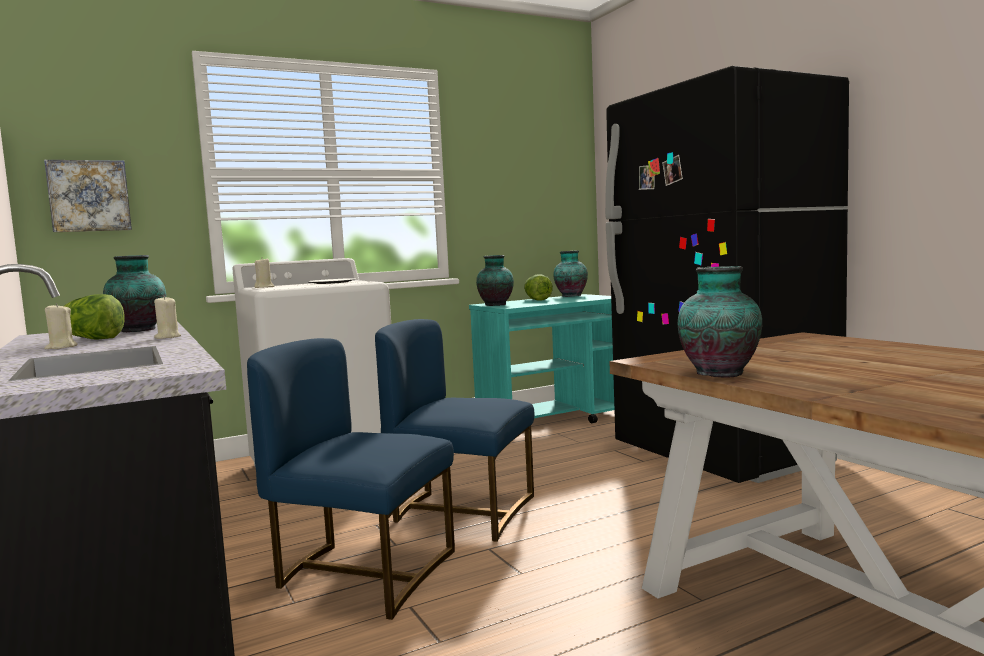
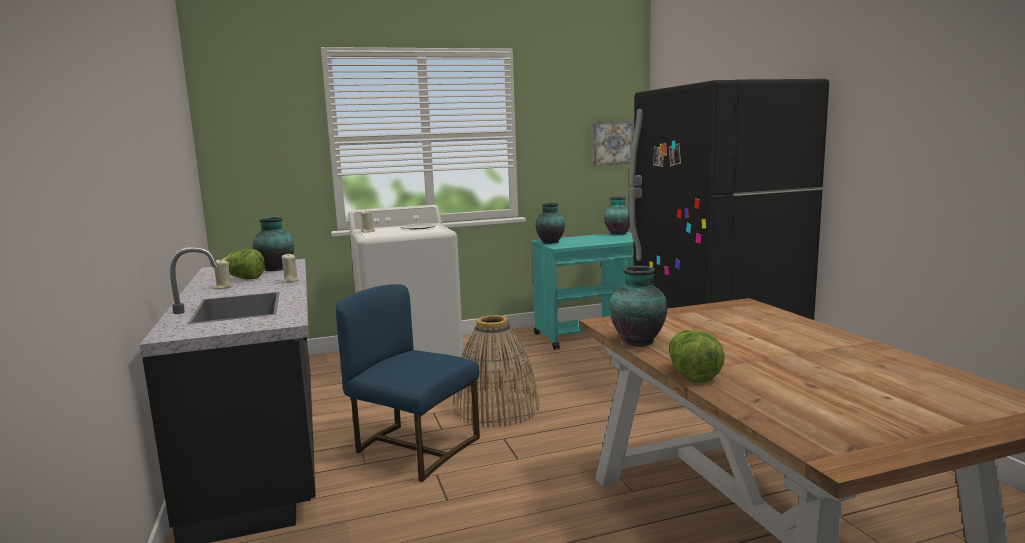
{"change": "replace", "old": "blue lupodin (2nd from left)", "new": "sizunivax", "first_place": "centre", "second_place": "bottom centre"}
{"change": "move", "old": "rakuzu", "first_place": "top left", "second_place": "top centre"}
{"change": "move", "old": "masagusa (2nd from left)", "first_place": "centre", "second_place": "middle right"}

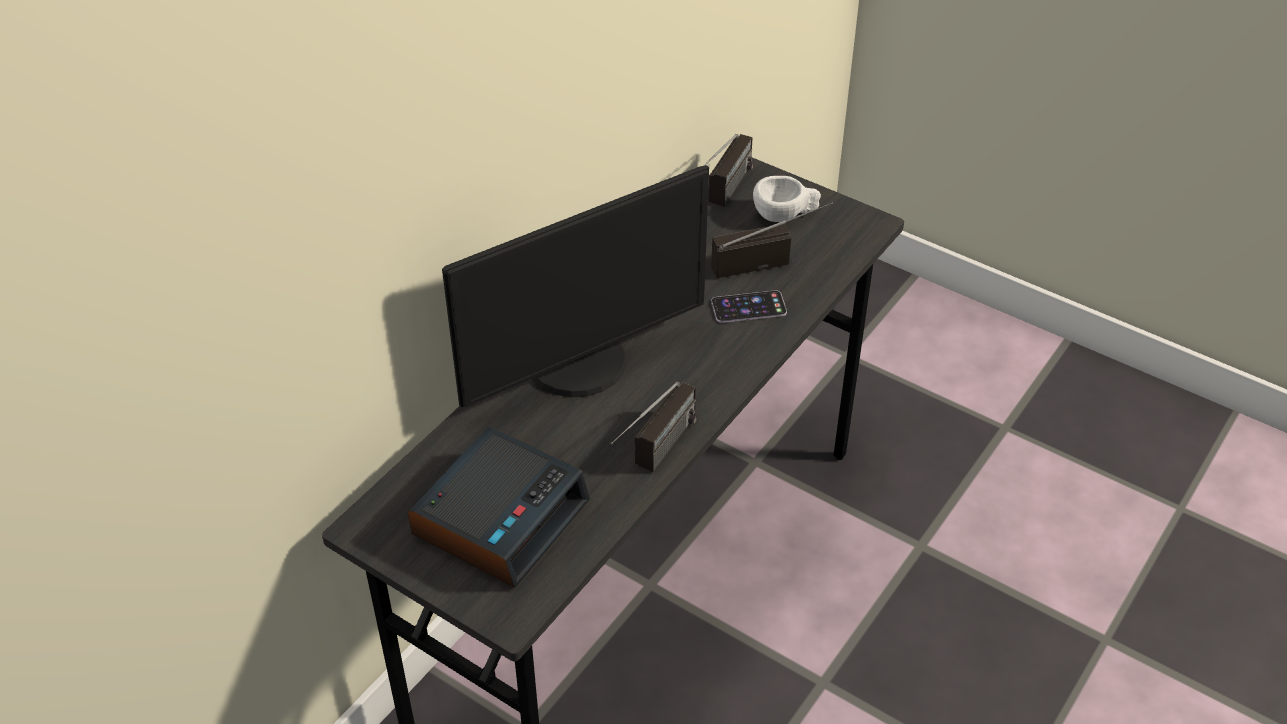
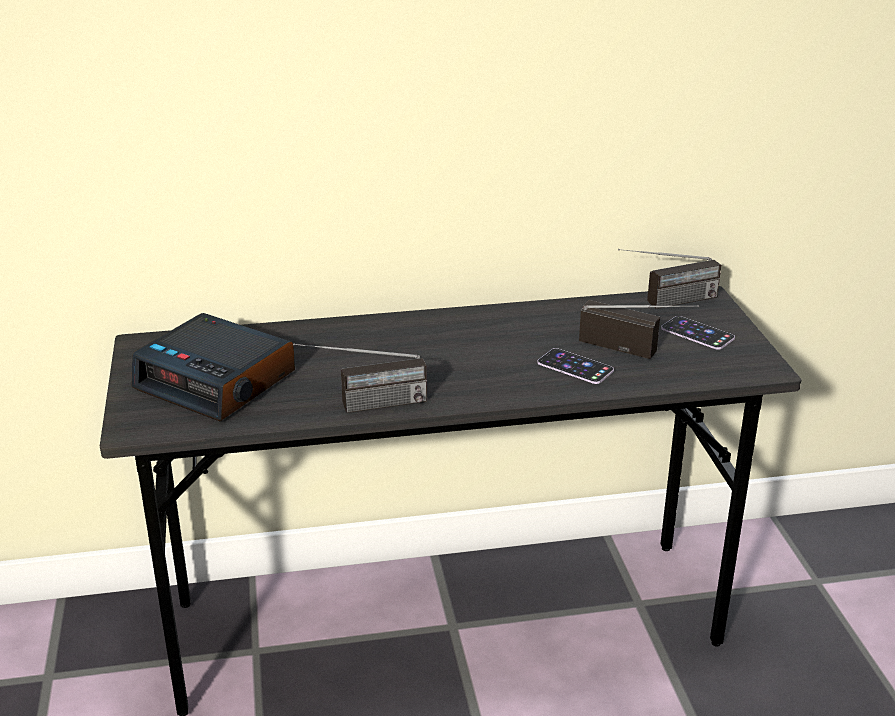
{"change": "rotate", "old": "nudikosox", "first_place": "bottom centre", "second_place": "middle left", "degrees": 45}
{"change": "replace", "old": "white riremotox", "new": "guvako (2nd from left)", "first_place": "top centre", "second_place": "middle right"}
{"change": "delete", "old": "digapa", "first_place": "centre"}

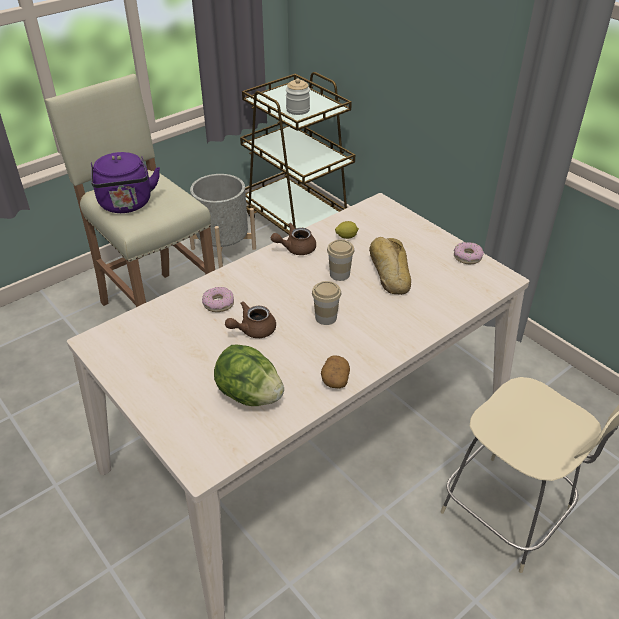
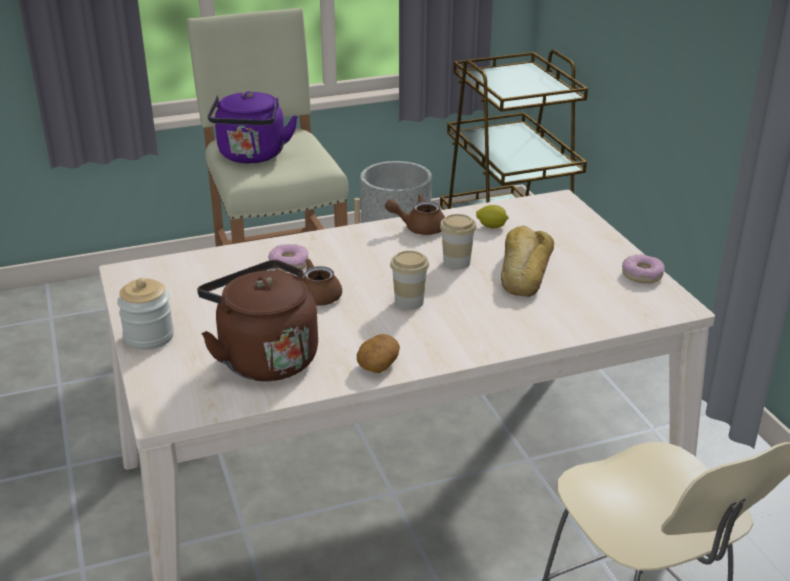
{"change": "move", "old": "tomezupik", "first_place": "top centre", "second_place": "middle left"}
{"change": "replace", "old": "masagusa", "new": "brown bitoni", "first_place": "centre", "second_place": "middle left"}

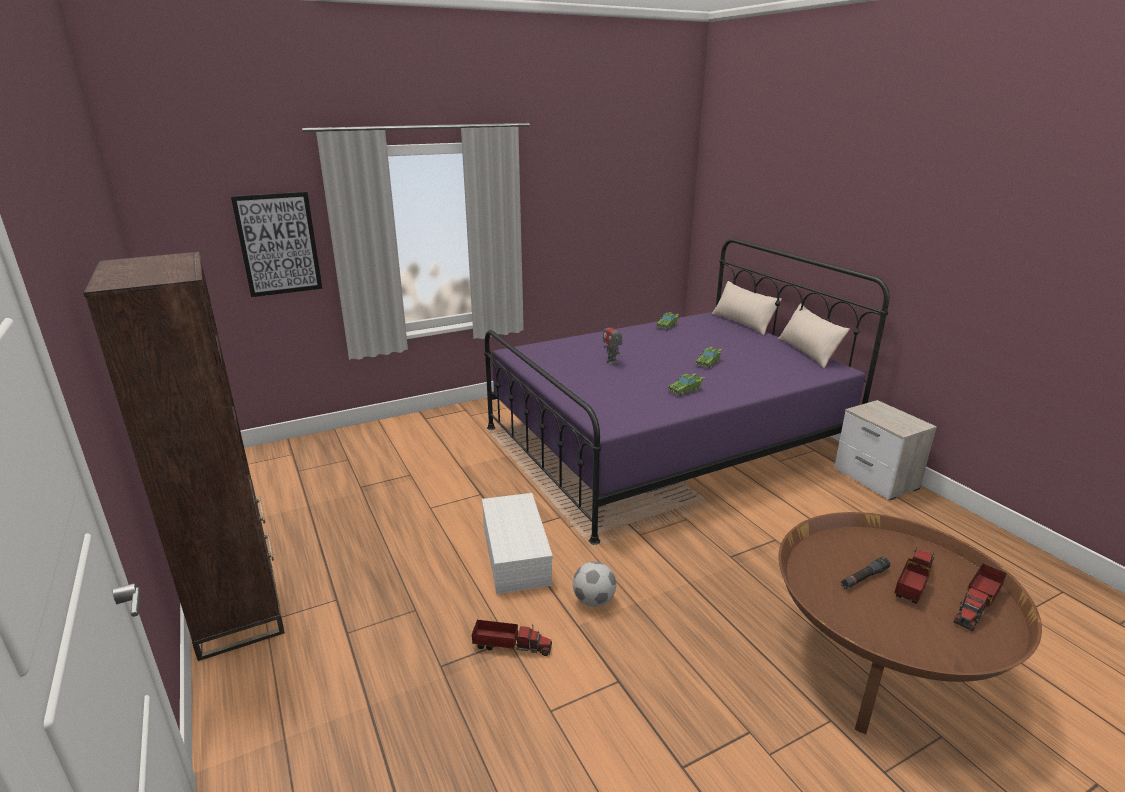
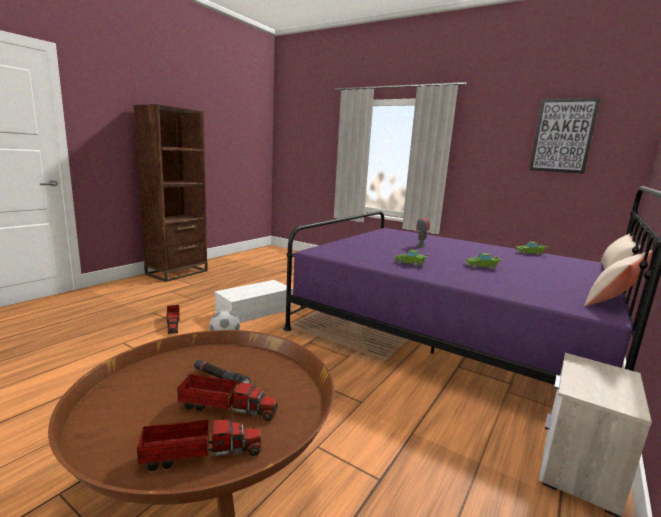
{"change": "rotate", "old": "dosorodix (3rd from left in the first image)", "first_place": "bottom right", "second_place": "bottom left", "degrees": 150}
{"change": "move", "old": "rakuzu", "first_place": "top left", "second_place": "top right"}

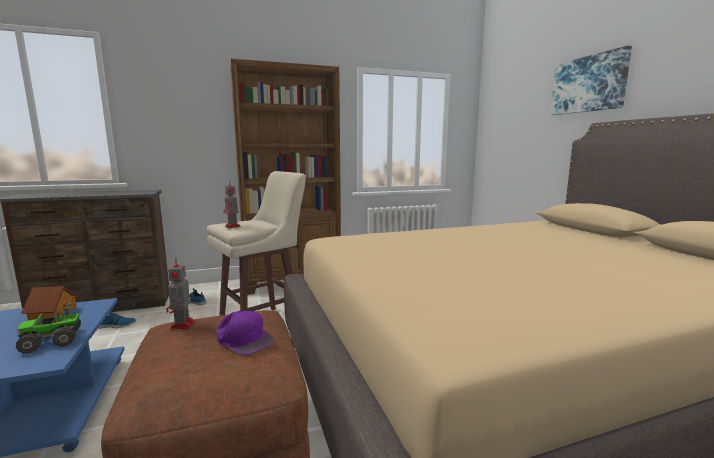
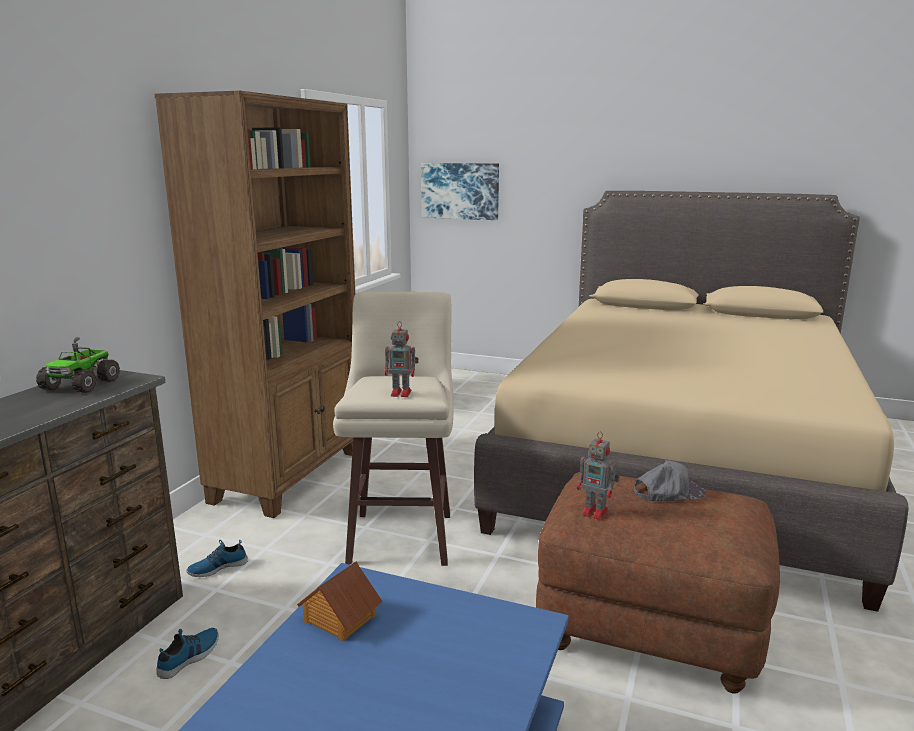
{"change": "move", "old": "dosorodix", "first_place": "bottom left", "second_place": "middle left"}
{"change": "move", "old": "rakuzu", "first_place": "top right", "second_place": "top centre"}
{"change": "recolor", "old": "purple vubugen", "new": "grey vubugen", "first_place": "bottom centre", "second_place": "middle right"}

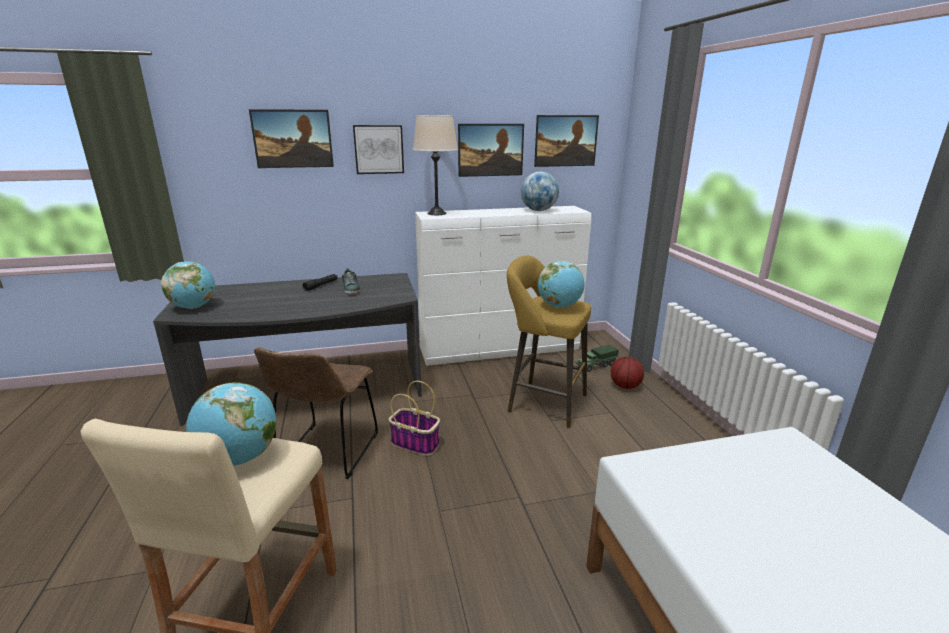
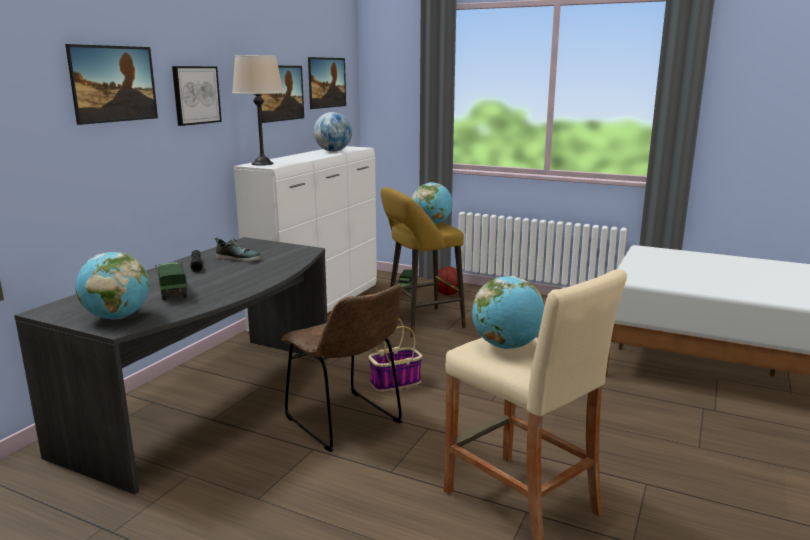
{"change": "insert", "new": "dosorodix (1st from left)", "second_place": "middle left"}

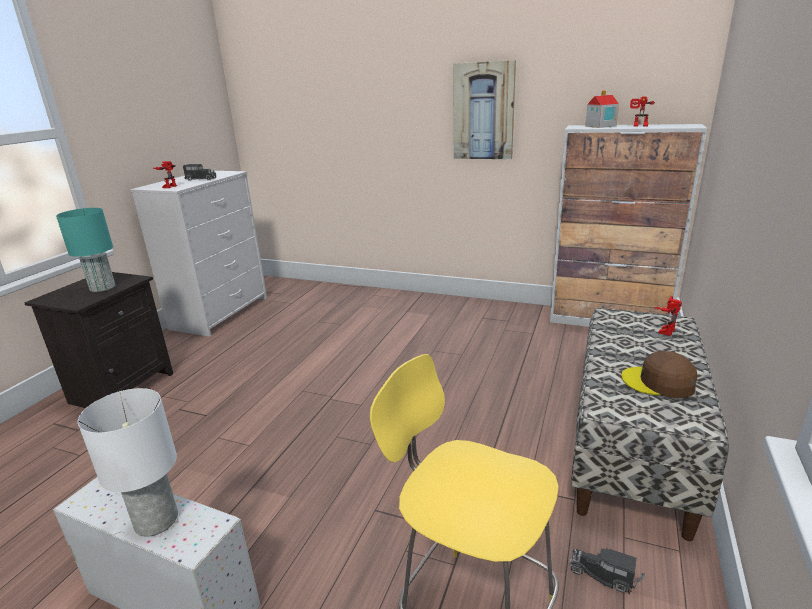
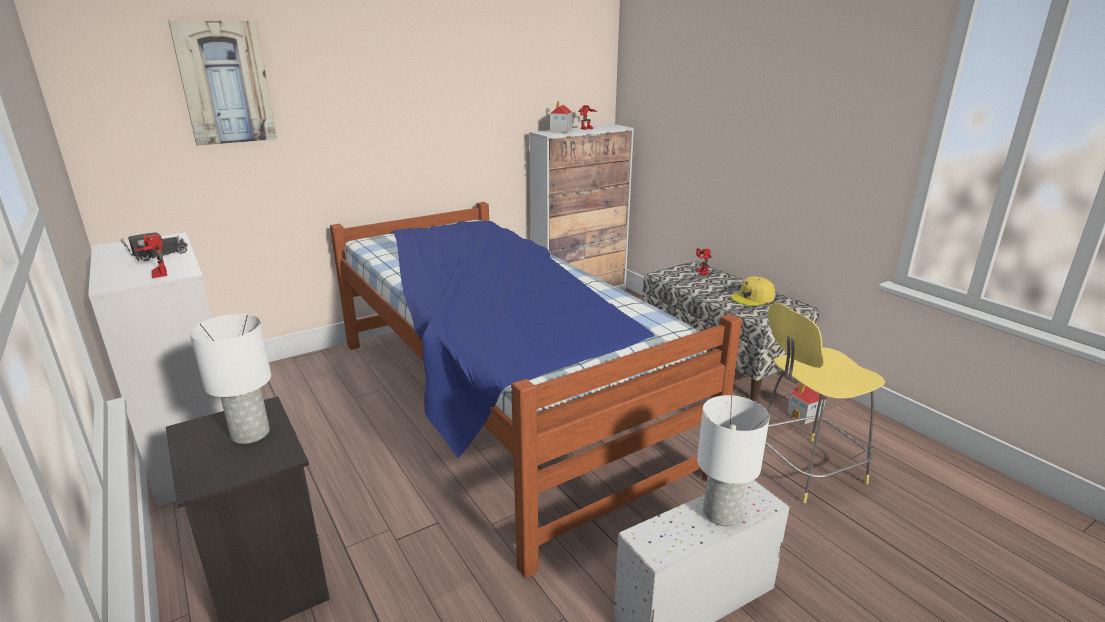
{"change": "move", "old": "rakuzu", "first_place": "top centre", "second_place": "top left"}
{"change": "recolor", "old": "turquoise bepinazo", "new": "white bepinazo (1st from left)", "first_place": "middle left", "second_place": "middle left"}
{"change": "insert", "new": "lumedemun", "second_place": "centre"}
{"change": "recolor", "old": "brown vubugen", "new": "yellow vubugen", "first_place": "middle right", "second_place": "middle right"}
{"change": "replace", "old": "dosorodix (2nd from left)", "new": "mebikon (2nd from left)", "first_place": "bottom right", "second_place": "middle right"}

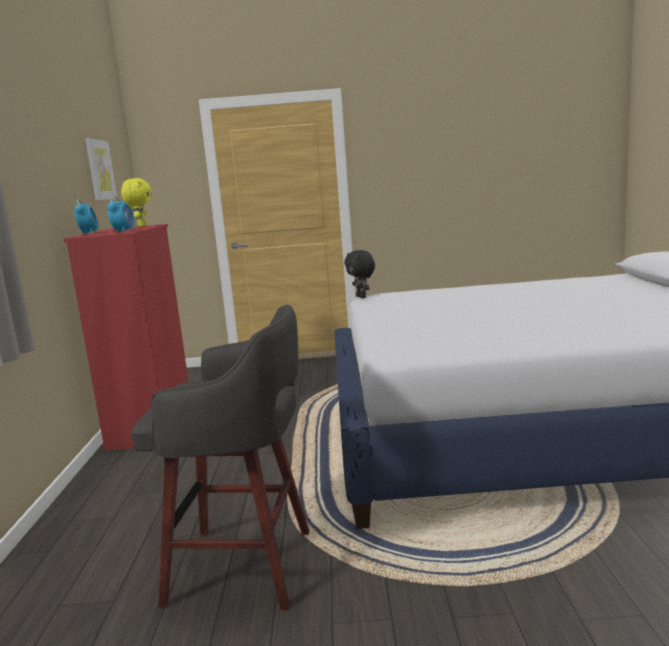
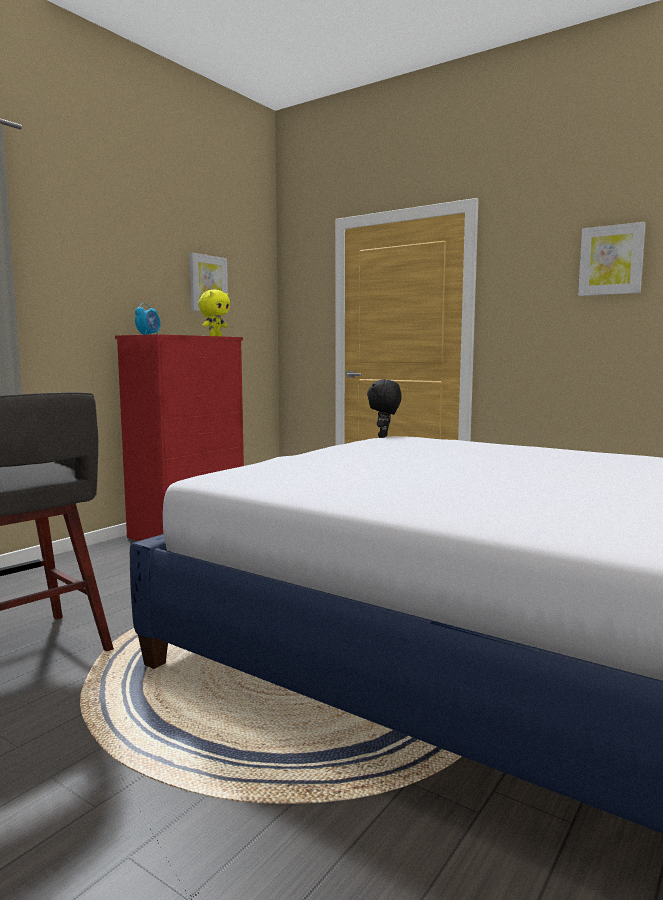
{"change": "insert", "new": "rakuzu (2nd from left)", "second_place": "top right"}
{"change": "delete", "old": "nudikosox (2nd from left)", "first_place": "top left"}

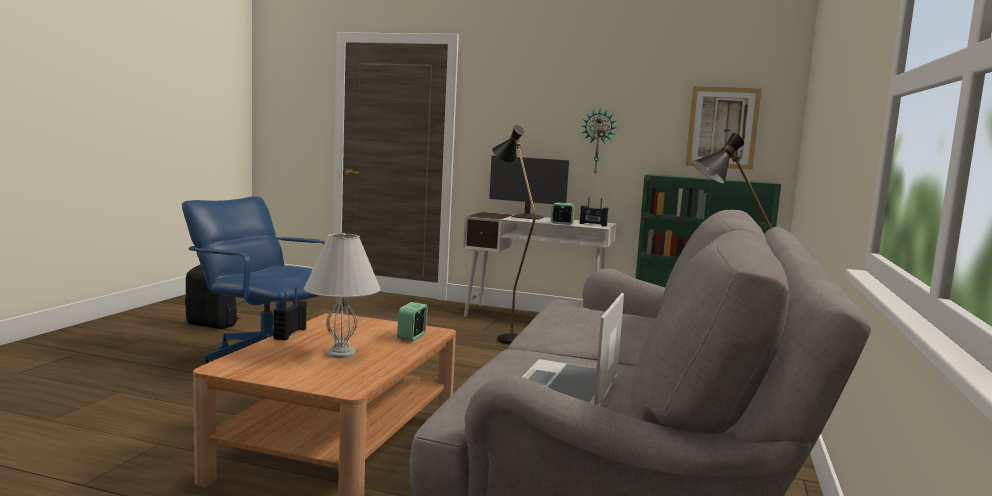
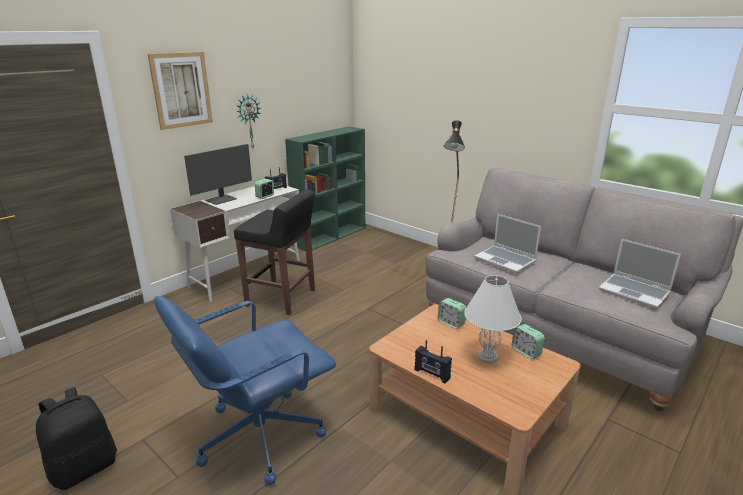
{"change": "move", "old": "rakuzu", "first_place": "top right", "second_place": "top left"}
{"change": "replace", "old": "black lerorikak (1st from left)", "new": "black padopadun", "first_place": "centre", "second_place": "centre"}
{"change": "insert", "new": "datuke (1st from left)", "second_place": "middle right"}
{"change": "insert", "new": "nudikosox (3rd from left)", "second_place": "bottom right"}

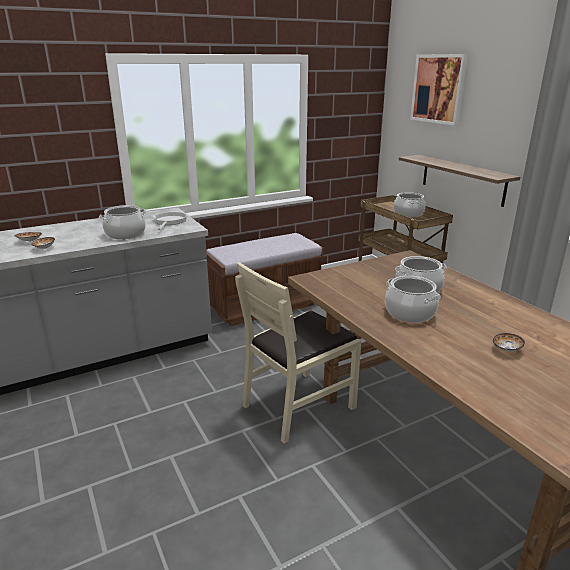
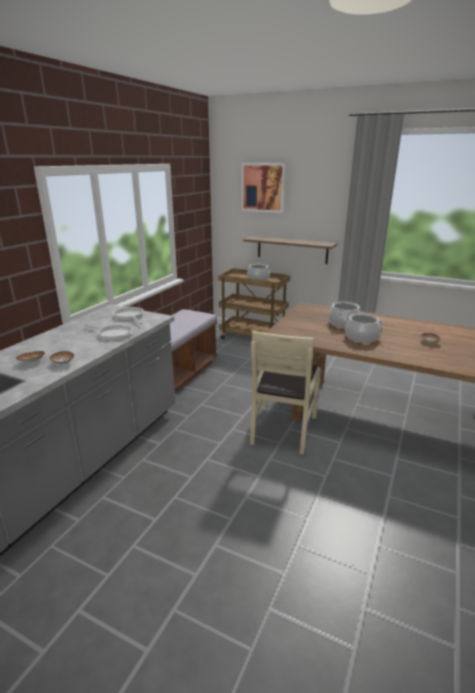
{"change": "replace", "old": "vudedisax (1st from left)", "new": "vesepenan (1st from left)", "first_place": "middle left", "second_place": "middle left"}

